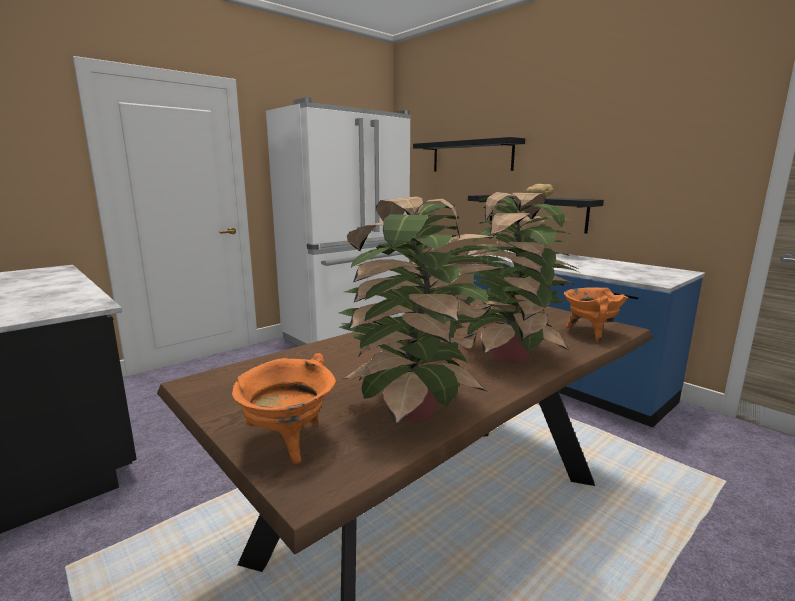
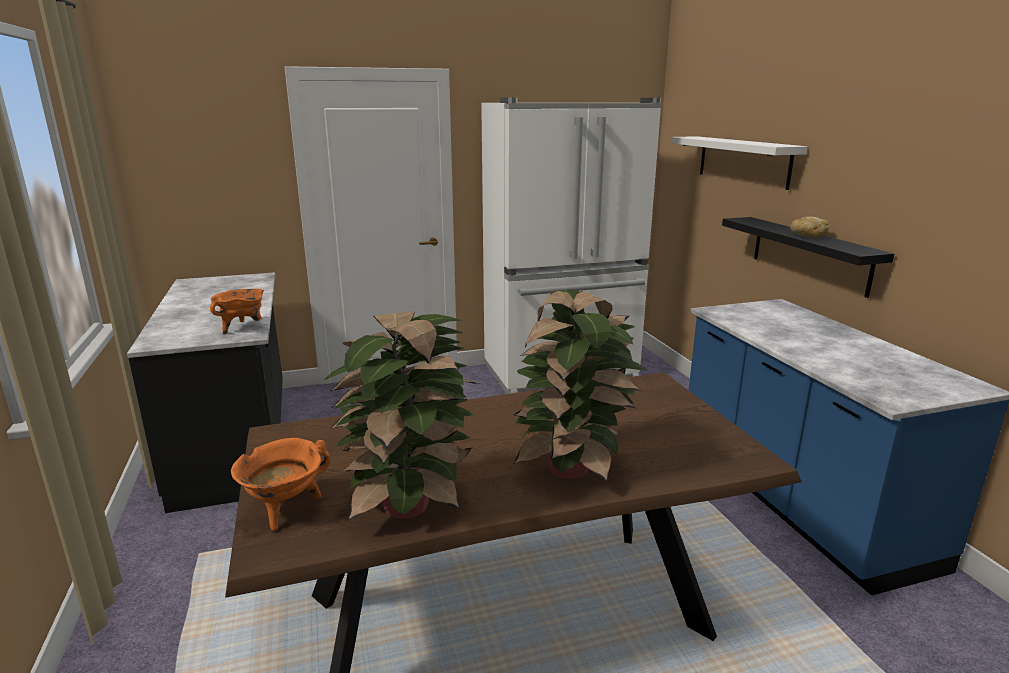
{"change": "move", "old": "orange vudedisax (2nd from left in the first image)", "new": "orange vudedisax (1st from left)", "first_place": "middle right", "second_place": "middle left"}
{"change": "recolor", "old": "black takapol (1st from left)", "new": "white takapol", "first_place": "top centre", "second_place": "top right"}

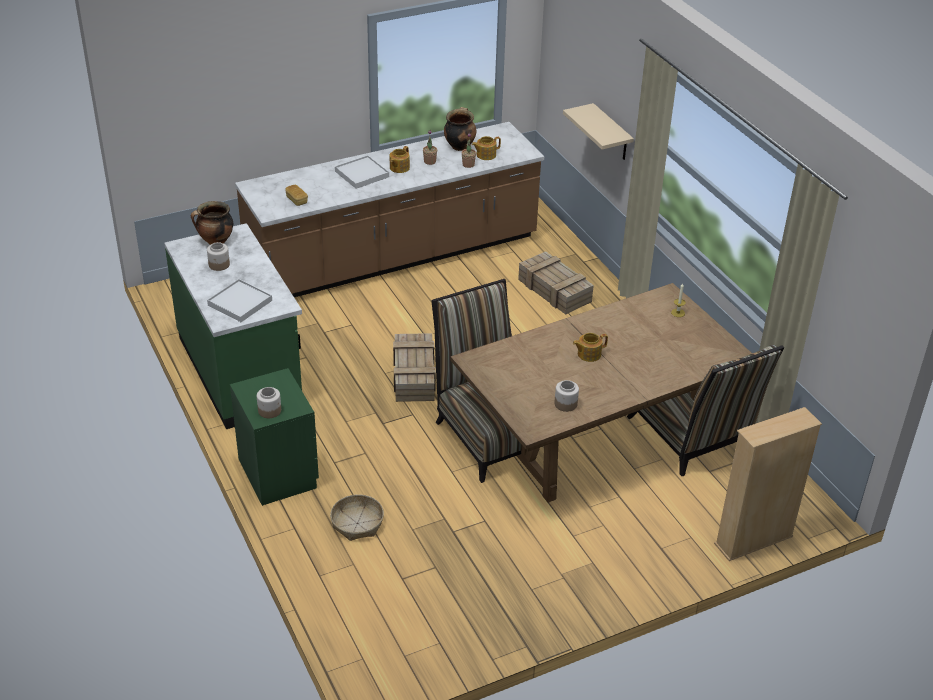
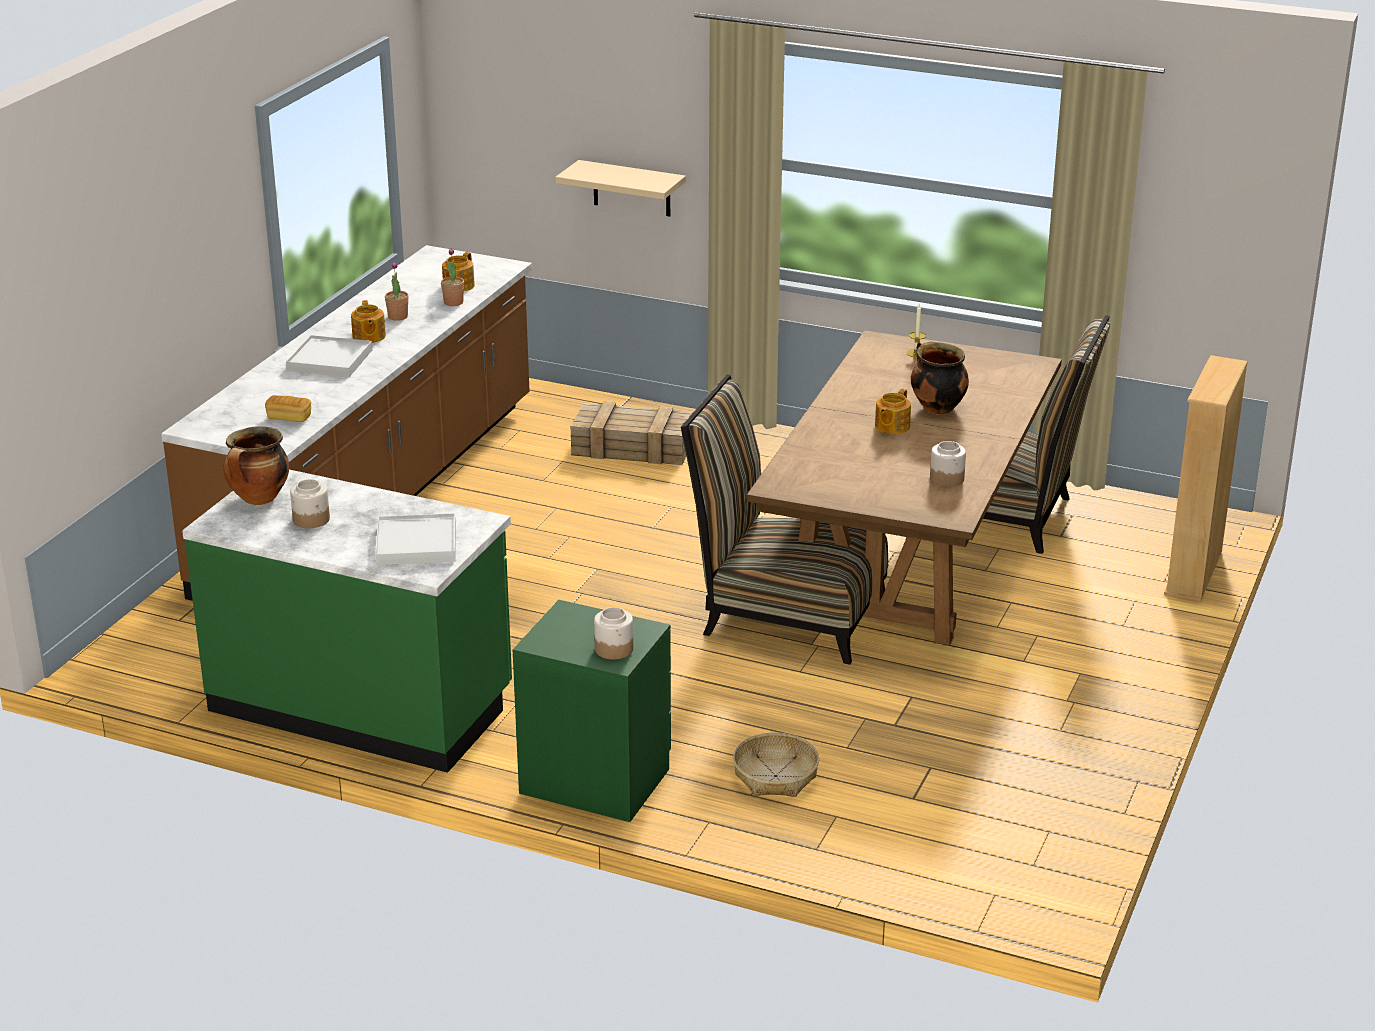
{"change": "move", "old": "vudedisax (2nd from left)", "first_place": "top centre", "second_place": "middle right"}
{"change": "delete", "old": "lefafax (1st from left)", "first_place": "centre"}

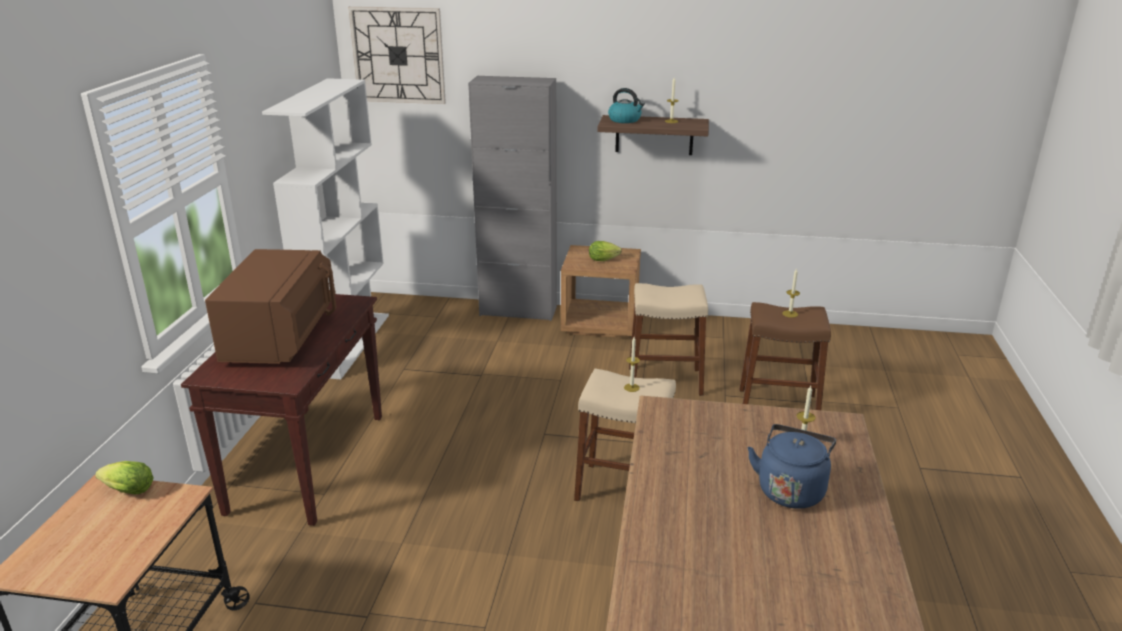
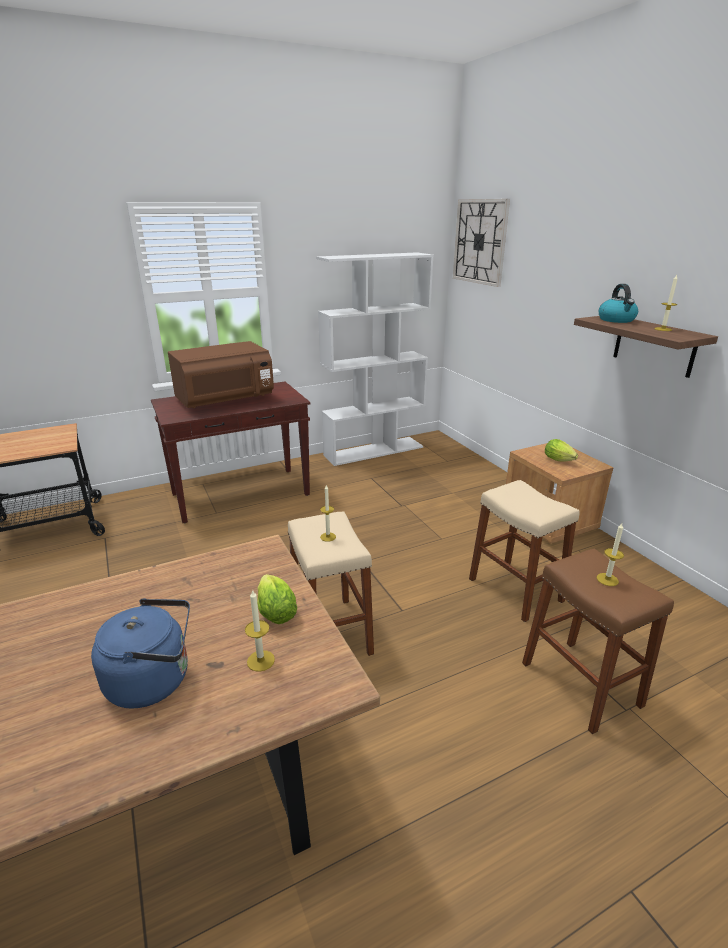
{"change": "move", "old": "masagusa (1st from left)", "first_place": "bottom left", "second_place": "centre"}
{"change": "delete", "old": "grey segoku", "first_place": "top centre"}

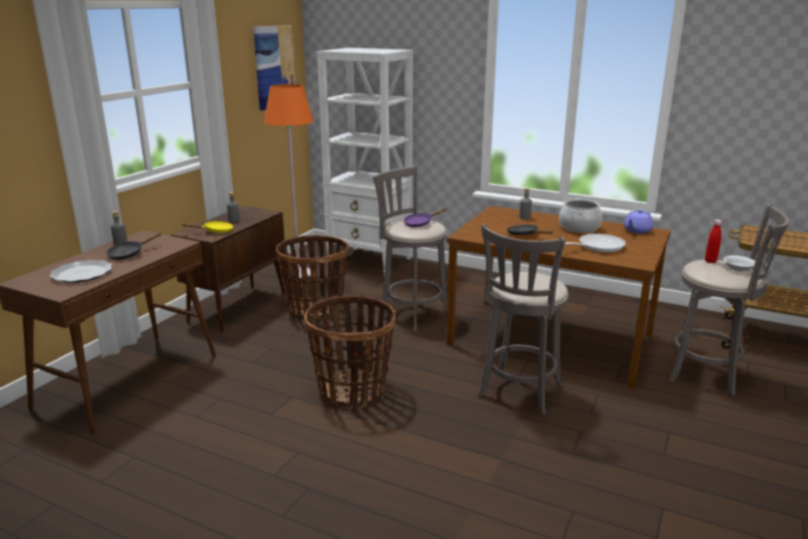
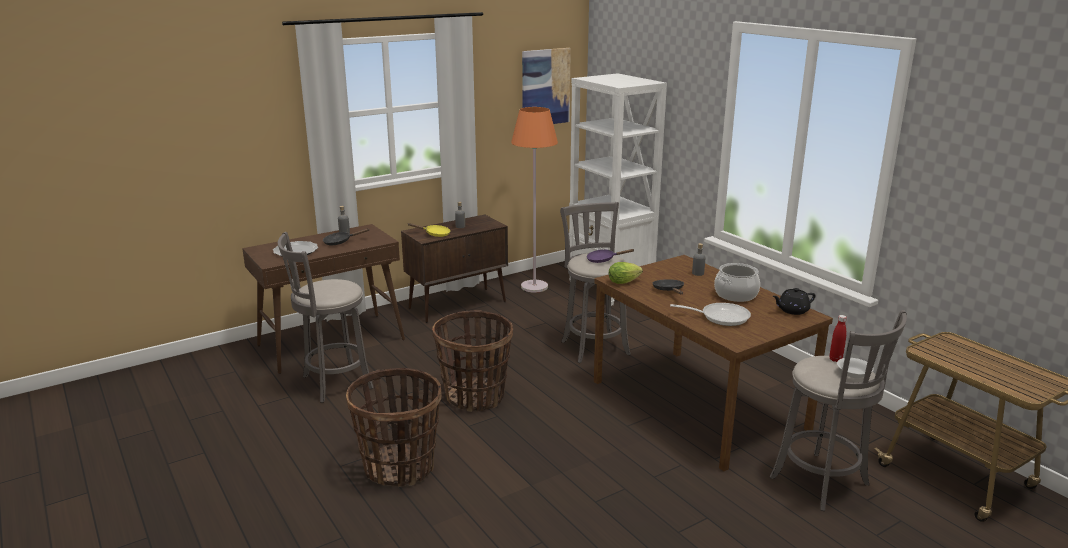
{"change": "move", "old": "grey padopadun (2nd from left in the first image)", "new": "grey padopadun (1st from left)", "first_place": "centre", "second_place": "middle left"}
{"change": "move", "old": "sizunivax (1st from left)", "first_place": "centre", "second_place": "bottom centre"}
{"change": "insert", "new": "masagusa", "second_place": "centre"}
{"change": "recolor", "old": "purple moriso", "new": "black moriso", "first_place": "middle right", "second_place": "middle right"}

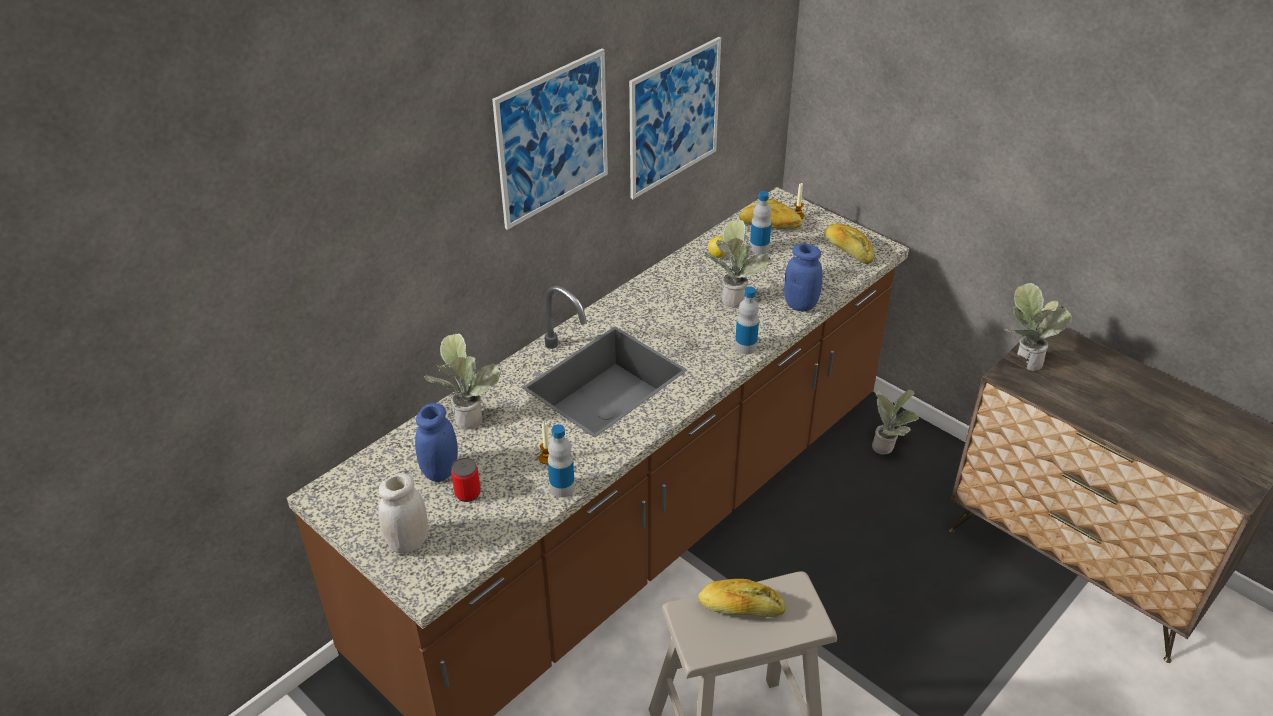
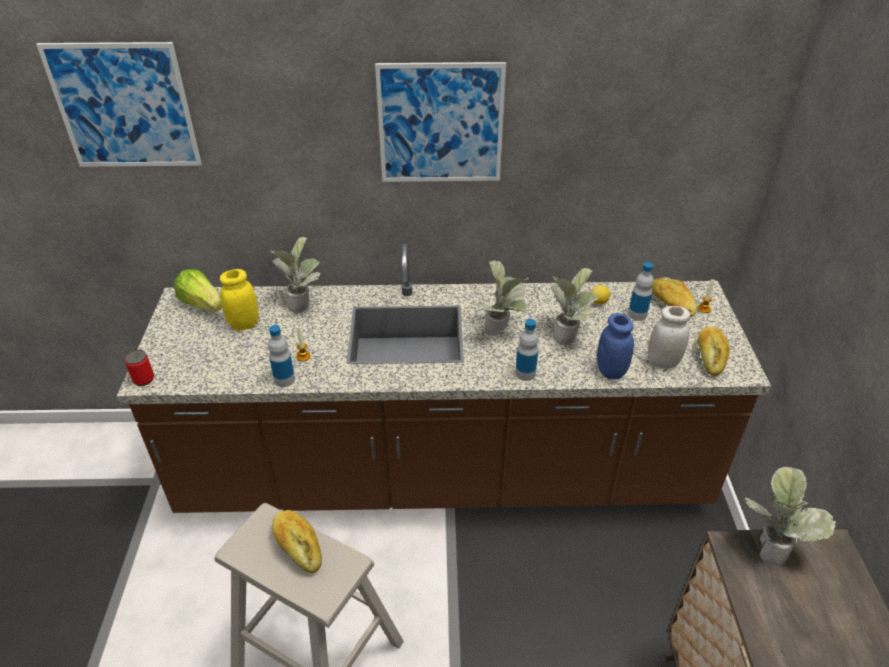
{"change": "move", "old": "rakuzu (2nd from left in the first image)", "new": "rakuzu (1st from left)", "first_place": "top centre", "second_place": "top left"}
{"change": "move", "old": "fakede", "first_place": "bottom centre", "second_place": "middle left"}
{"change": "insert", "new": "masagusa", "second_place": "middle left"}
{"change": "recolor", "old": "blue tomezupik (1st from left)", "new": "yellow tomezupik", "first_place": "centre", "second_place": "middle left"}
{"change": "move", "old": "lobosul (3rd from left in the first image)", "new": "lobosul (2nd from left)", "first_place": "middle right", "second_place": "centre"}
{"change": "move", "old": "white tomezupik", "first_place": "bottom left", "second_place": "middle right"}

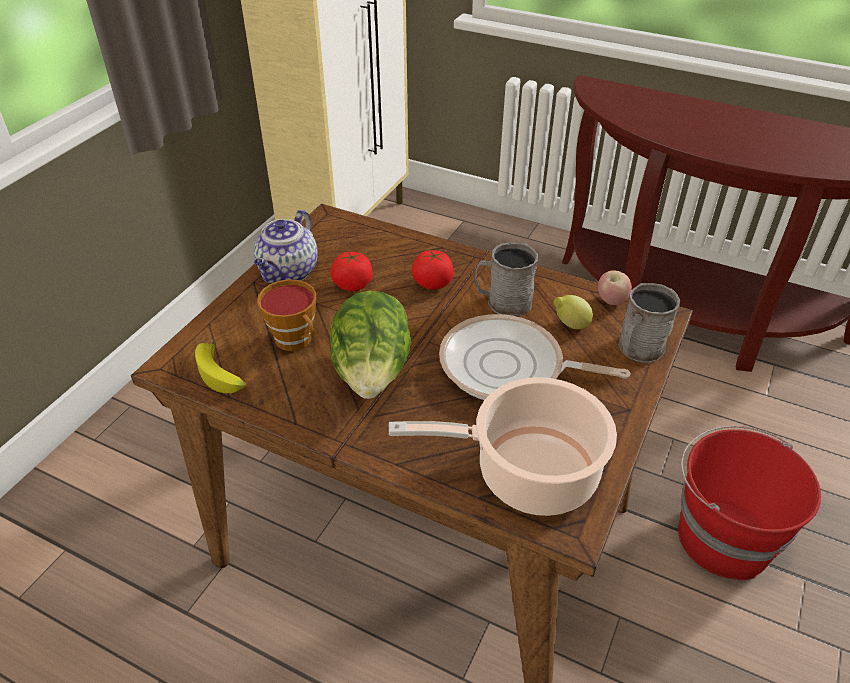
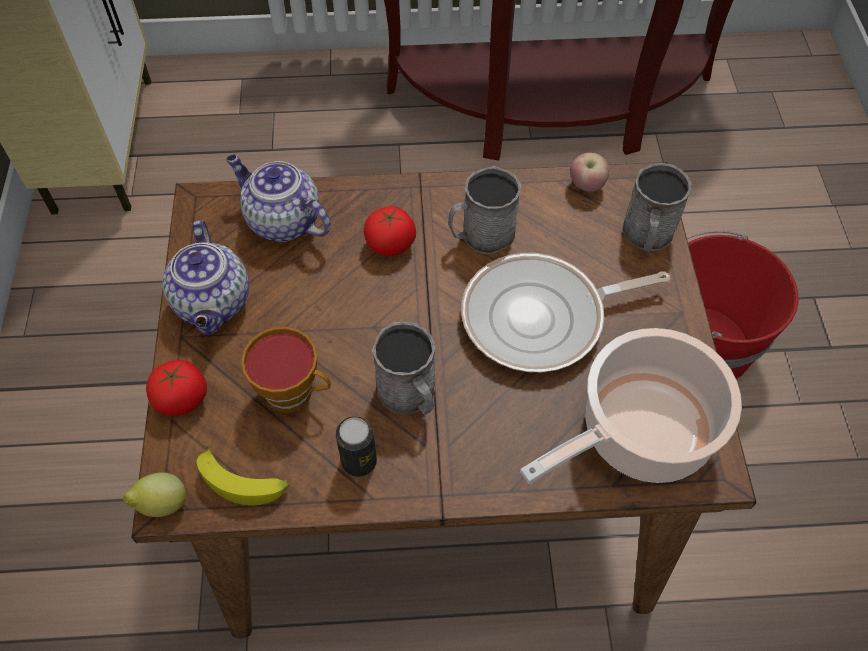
{"change": "move", "old": "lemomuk", "first_place": "middle right", "second_place": "bottom left"}
{"change": "move", "old": "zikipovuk (1st from left)", "first_place": "centre", "second_place": "middle left"}
{"change": "insert", "new": "moriso (2nd from left)", "second_place": "top left"}
{"change": "insert", "new": "fakede", "second_place": "bottom centre"}
{"change": "replace", "old": "masagusa", "new": "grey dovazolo (1st from left)", "first_place": "centre", "second_place": "centre"}

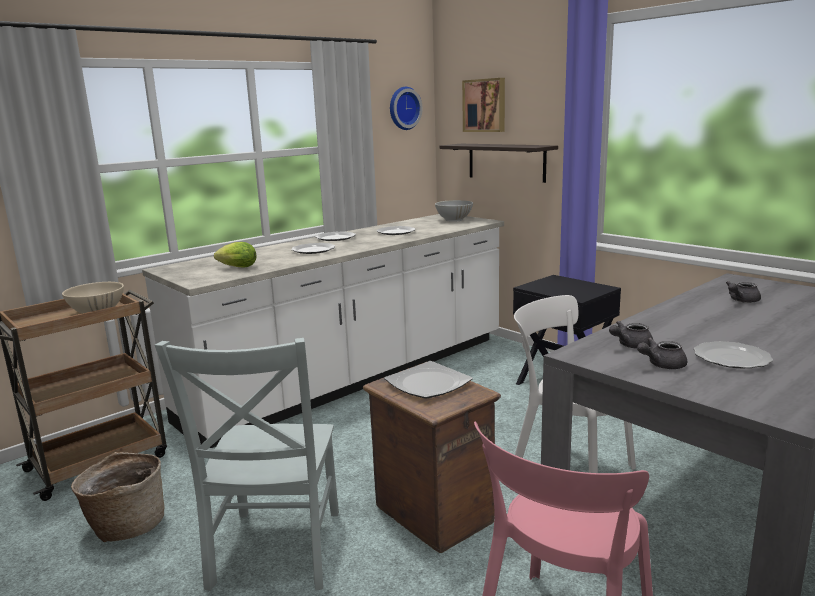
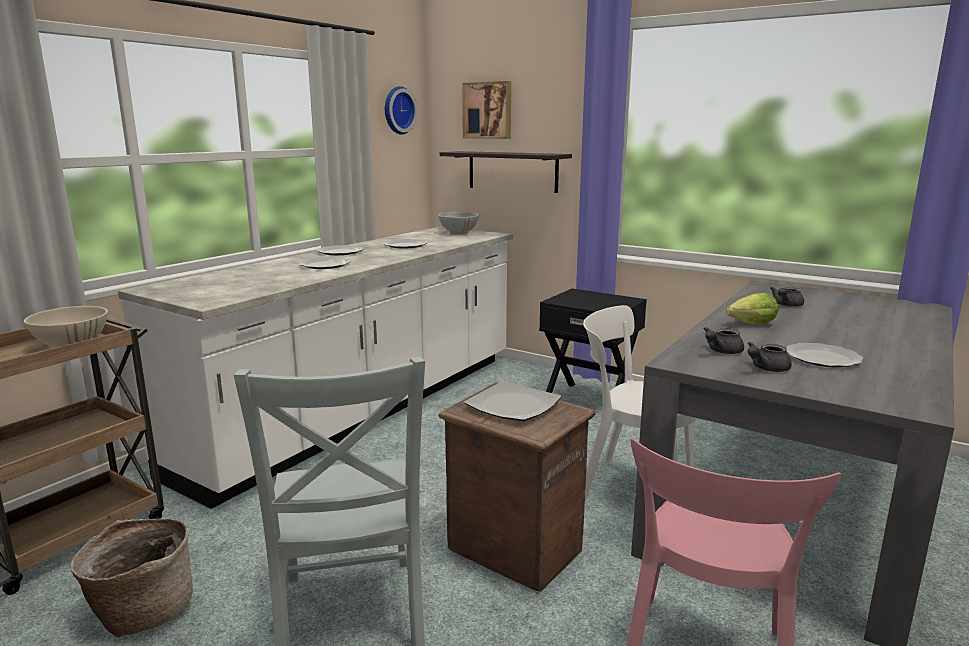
{"change": "move", "old": "masagusa", "first_place": "middle left", "second_place": "middle right"}

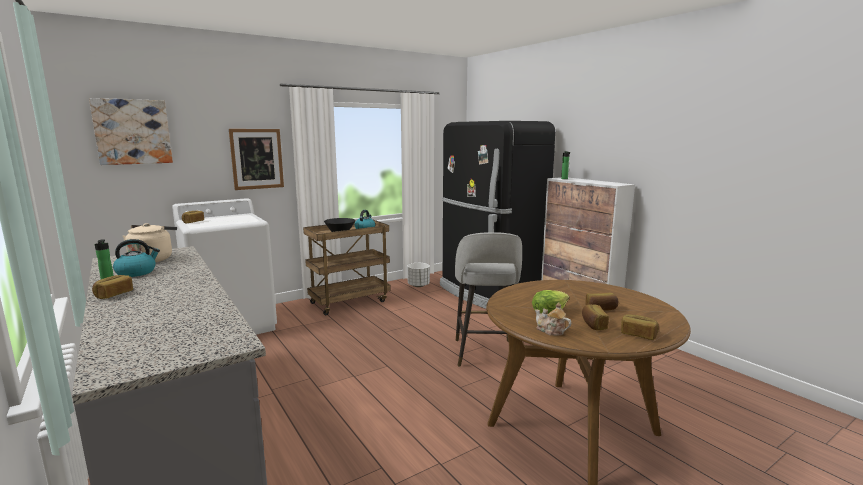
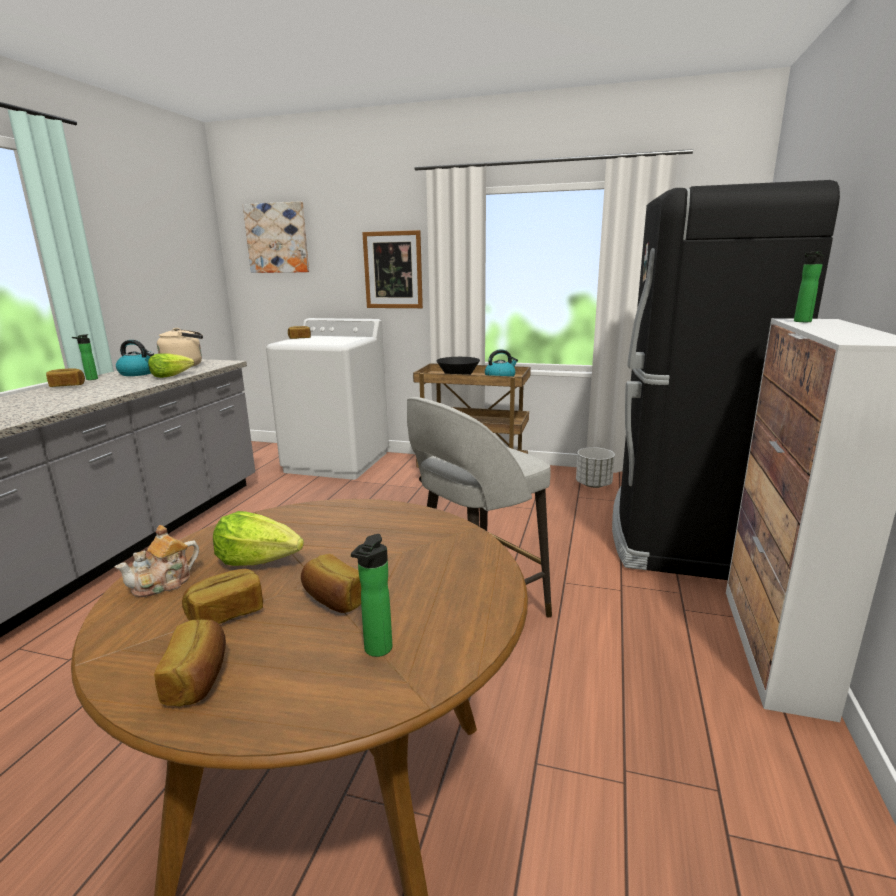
{"change": "rotate", "old": "moriso", "first_place": "centre", "second_place": "middle left", "degrees": -135}
{"change": "insert", "new": "masagusa (1st from left)", "second_place": "middle left"}
{"change": "insert", "new": "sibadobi (2nd from left)", "second_place": "centre"}

